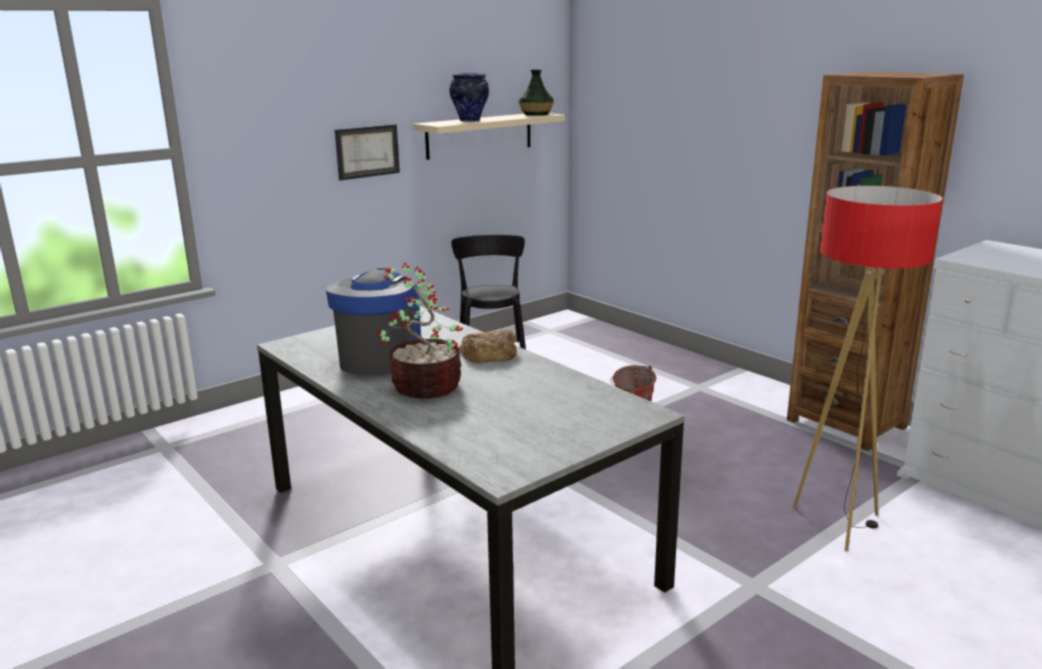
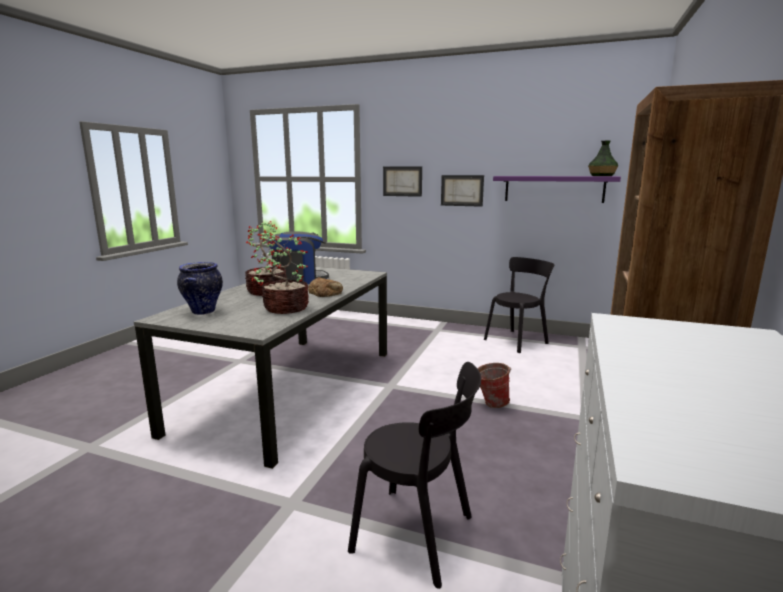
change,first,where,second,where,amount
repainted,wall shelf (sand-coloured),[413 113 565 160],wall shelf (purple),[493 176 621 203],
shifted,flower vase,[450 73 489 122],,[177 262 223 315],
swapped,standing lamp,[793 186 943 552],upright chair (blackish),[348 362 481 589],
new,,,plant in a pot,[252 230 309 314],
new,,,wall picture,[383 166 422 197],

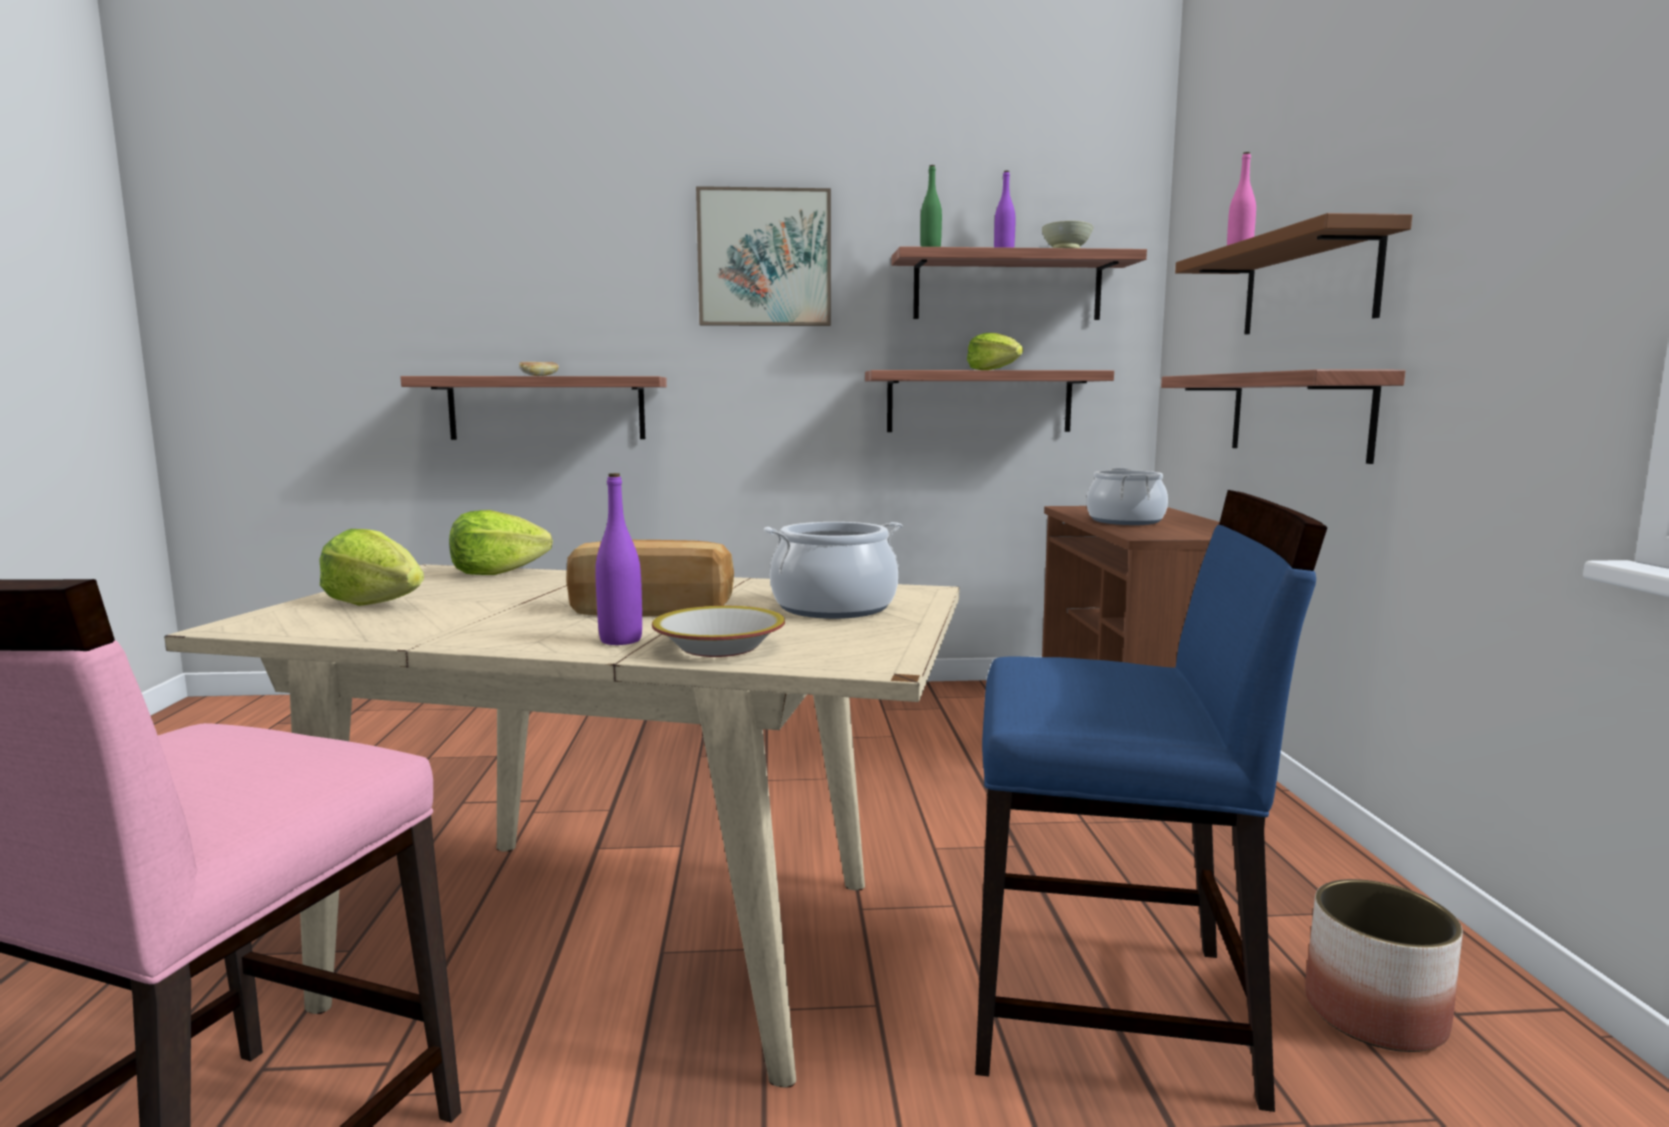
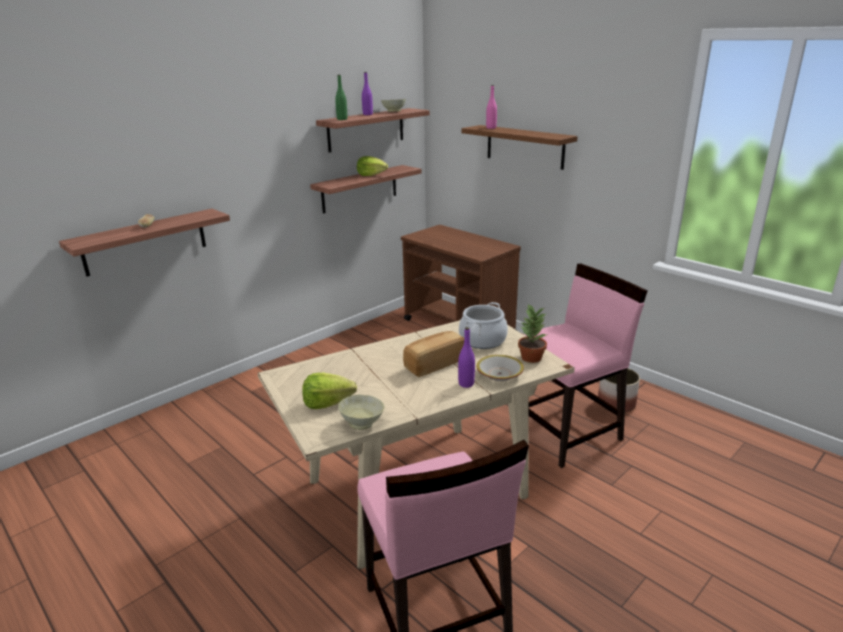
change,first,where,second,where,amount
gone,lettuce,[449 510 553 575],,,
gone,wall picture,[696 186 831 326],,,
repainted,upright chair (bluish),[975 490 1327 1112],upright chair (pink),[510 264 647 468],
gone,cooking pot,[1087 468 1168 525],,,
gone,wall shelf,[1161 369 1405 464],,,
new,,,serving bowl (sand-coloured),[338 394 385 430],
new,,,plant in a pot,[518 304 548 363],

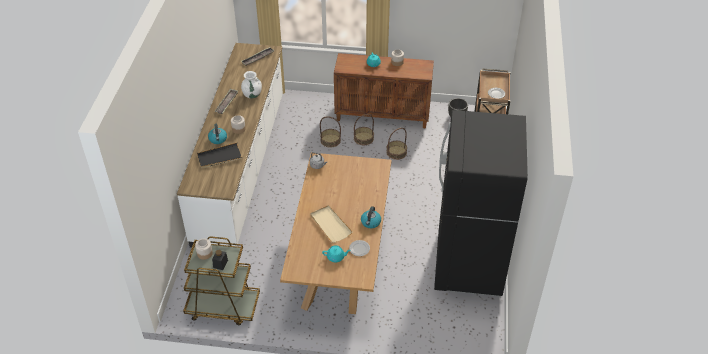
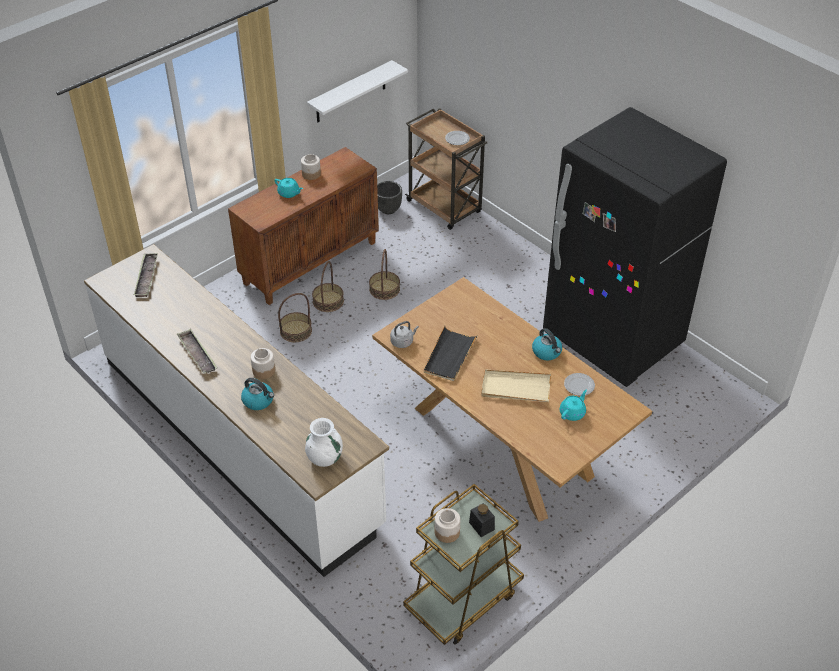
change,first,where,second,where,amount
shifted,serving tray (blackish),[197 143 242 169],,[424 326 478 381],
shifted,flower vase (white-coloured),[241 71 262 98],,[305 418 343 467],
new,,,wall shelf (white-coloured),[307 60 408 122],

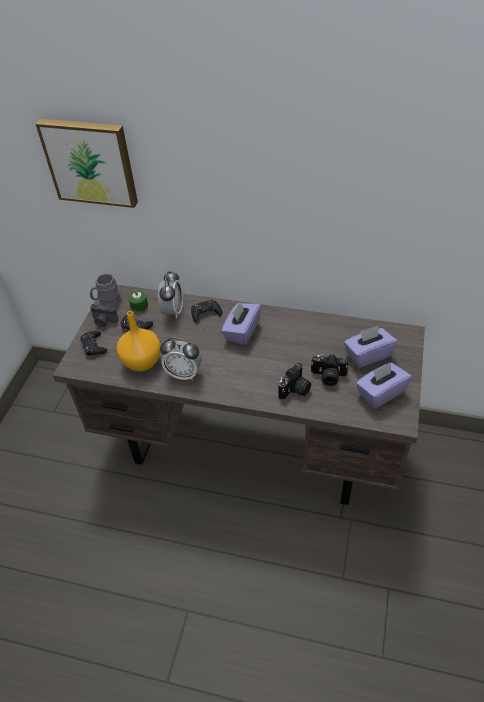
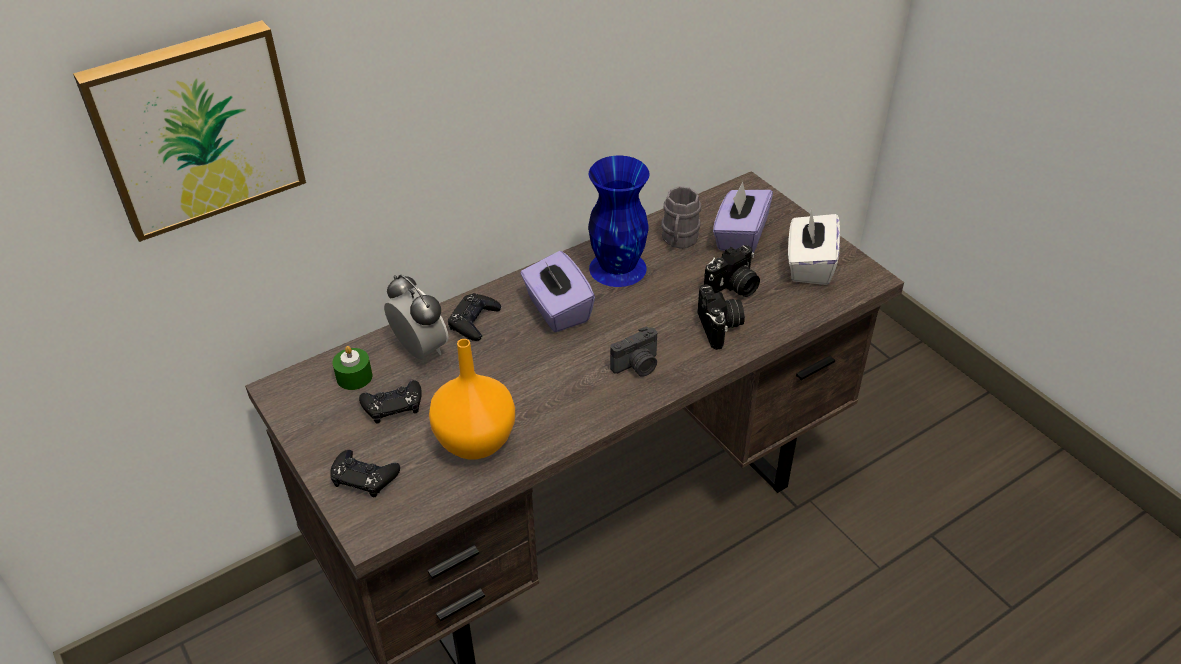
change,first,where,second,where,amount
shifted,coffee mug (gray),[90 273 121 306],,[661 186 701 249],
shifted,still camera,[90 304 119 327],,[610 326 657 377],
gone,bedside clock,[160 338 202 381],,,
repainted,box of tissues (purple),[356 362 412 409],box of tissues (white-coloured),[788 210 840 285],
new,,,flower vase (bluish),[588 156 649 287],

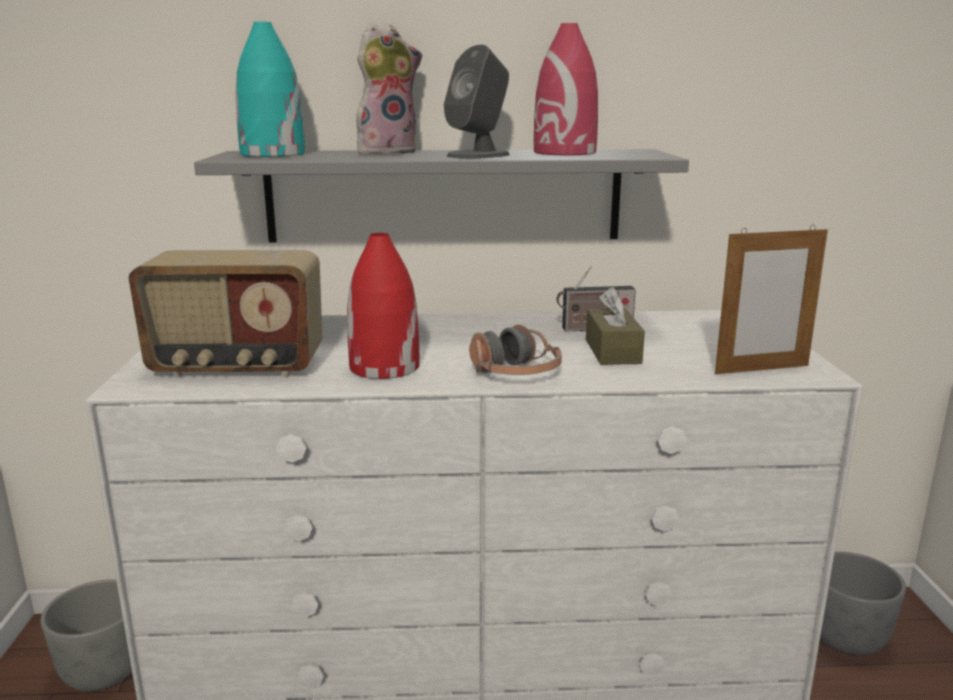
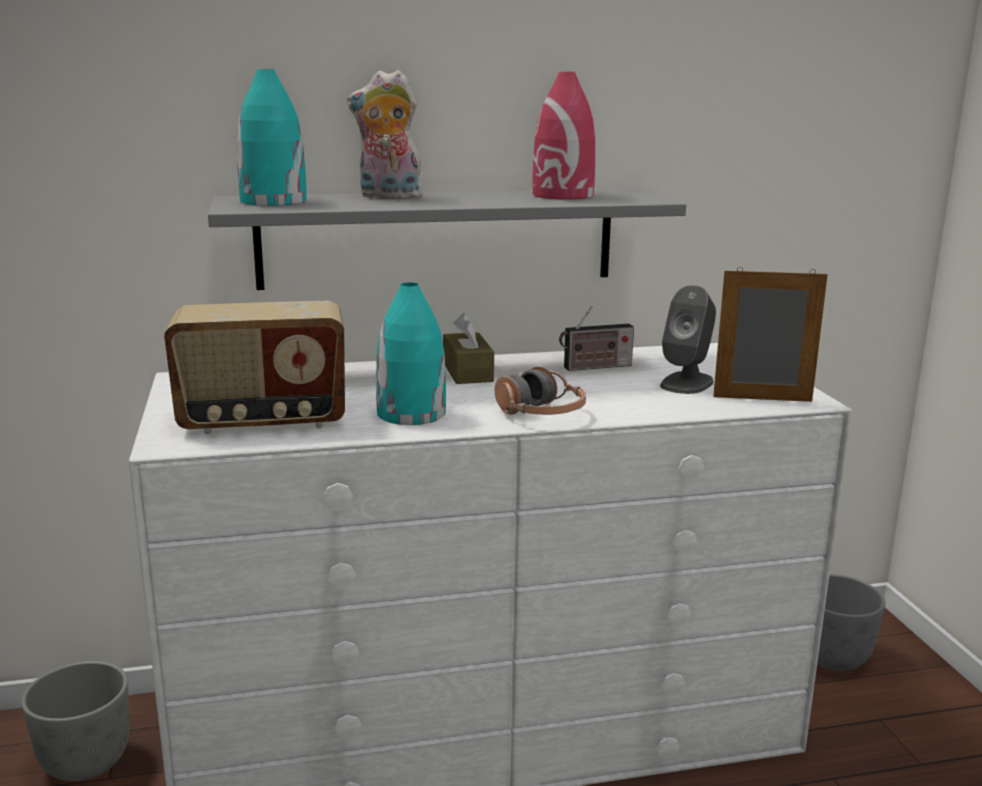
change,first,where,second,where,amount
repainted,flower vase (red),[347 233 419 379],flower vase (turquoise),[376 283 446 425],
rotated,soft toy,[356 23 422 155],,[347 70 428 199],135 degrees counterclockwise
shifted,speaker (gray),[444 45 510 159],,[660 285 716 394],
shifted,box of tissues (brownish),[586 287 645 365],,[443 313 494 384],
rotated,standing frame,[715 225 828 374],,[713 267 828 402],150 degrees counterclockwise

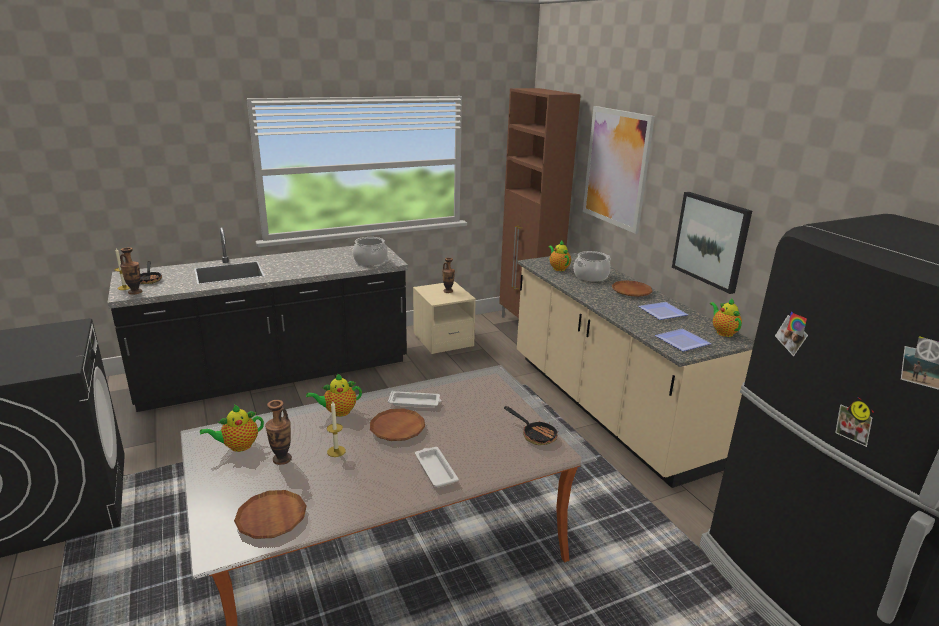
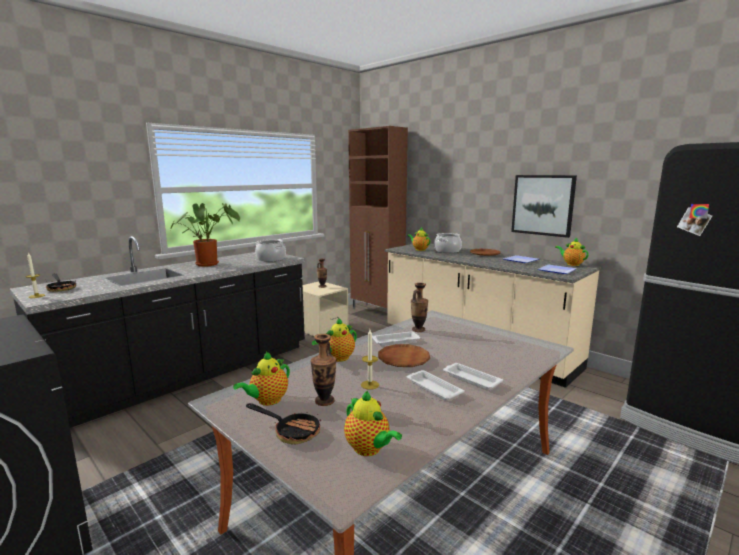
change,first,where,second,where,amount
shifted,flower vase,[120 247 142 295],,[411 283 428 332],
swapped,plate (brownish),[234 490 307 539],pot for tea,[344 391 402 456],
shifted,frying pan,[504 406 558 445],,[246 403 321 445],
gone,wall picture,[583 106 655 234],,,
new,,,plant in a pot,[170 203 240 267],
new,,,serving tray (white-coloured),[406 370 465 400],

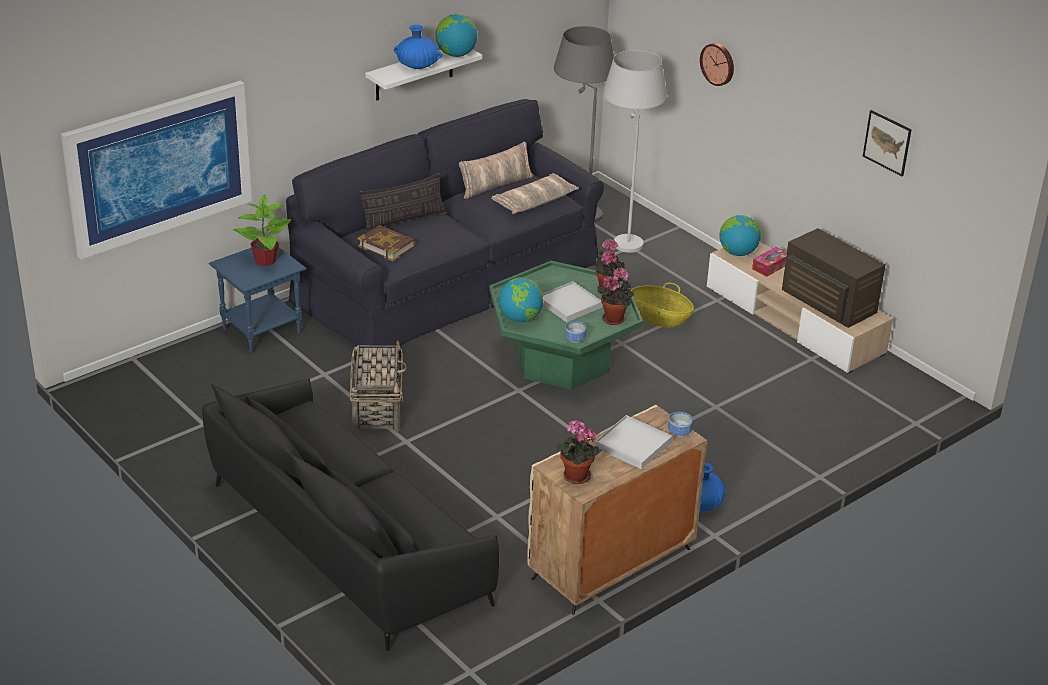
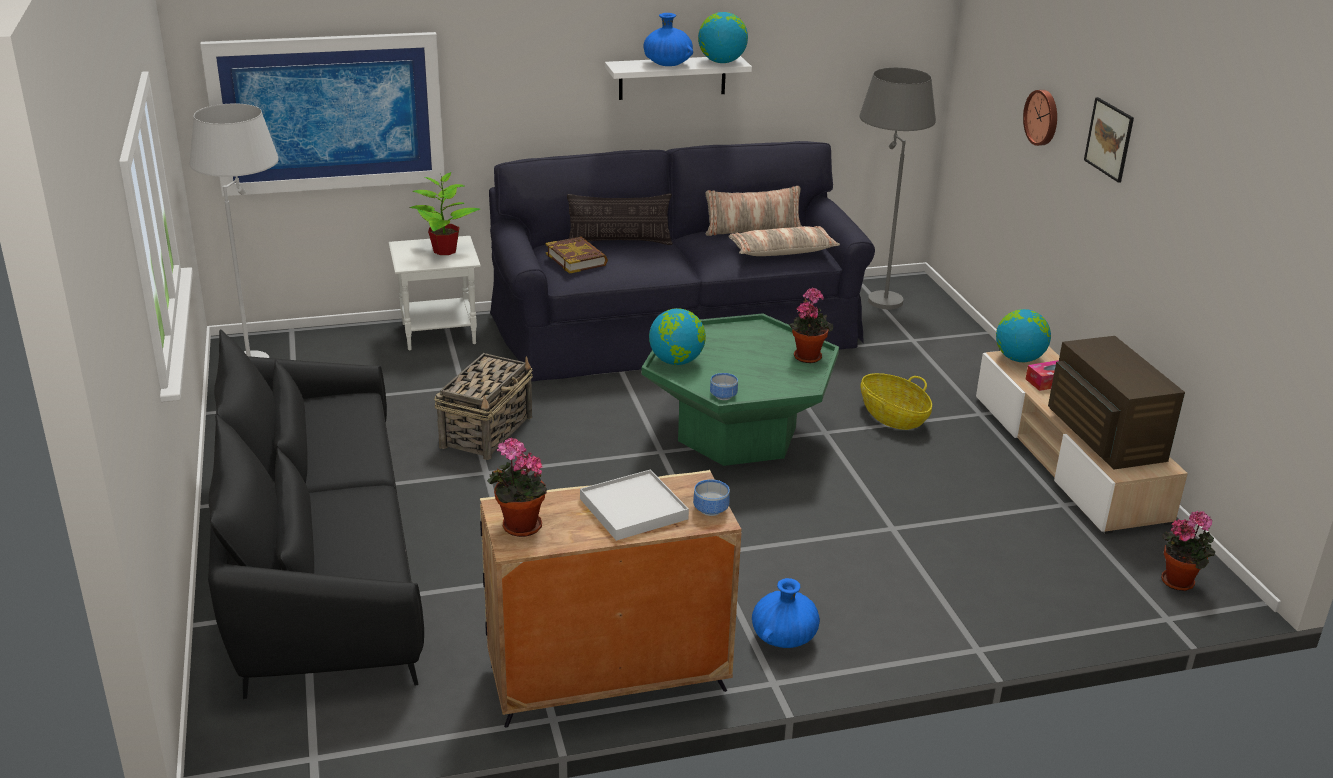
change,first,where,second,where,amount
repainted,side table (bluish),[209 247 307 353],side table (white-coloured),[389 236 481 351],
gone,serving tray (white-coloured),[543 281 603 322],,,
shifted,plant in a pot,[598 268 634 325],,[1161 511 1215 591],
shifted,standing lamp (white-coloured),[603 50 667 253],,[190 104 279 358],
shifted,wall picture,[863 110 912 176],,[1084 97 1134 183],

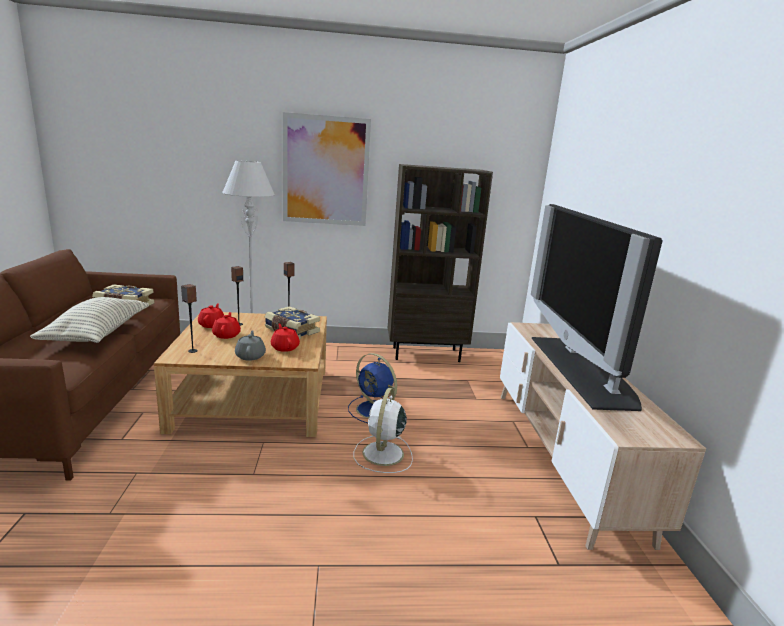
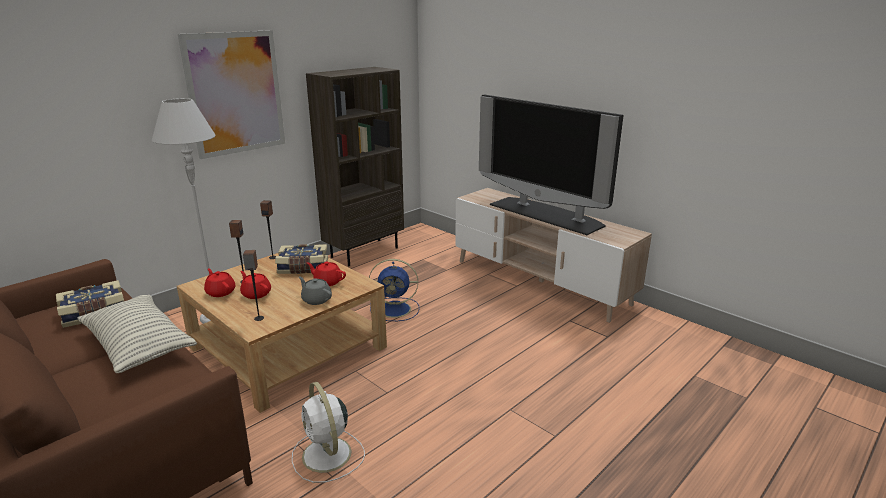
change,first,where,second,where,amount
shifted,cooling fan (white-coloured),[354 388 413 473],,[292 382 365 483],

